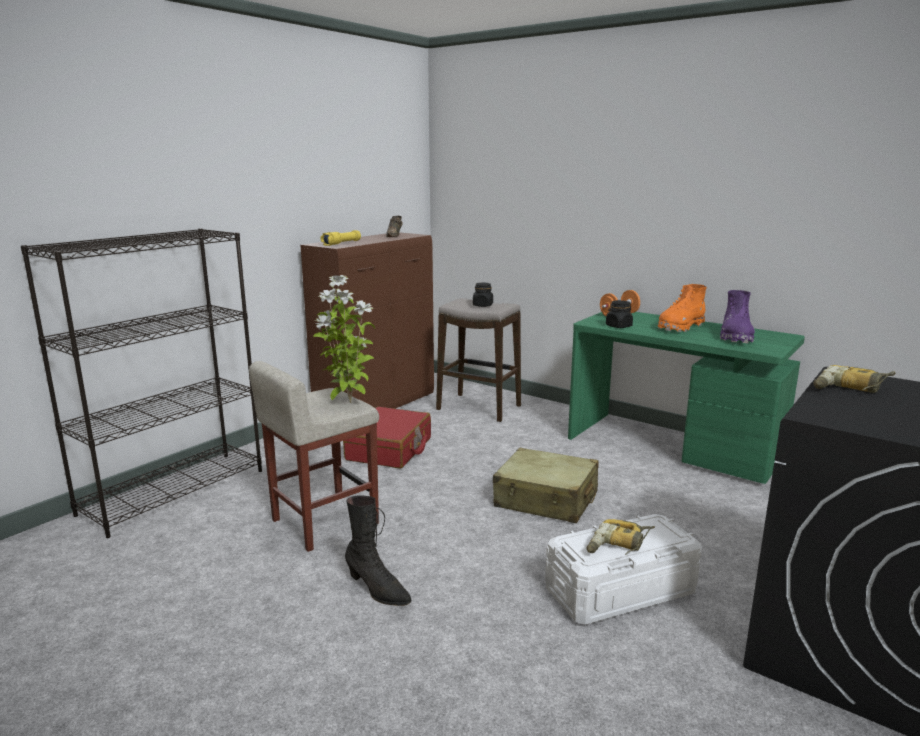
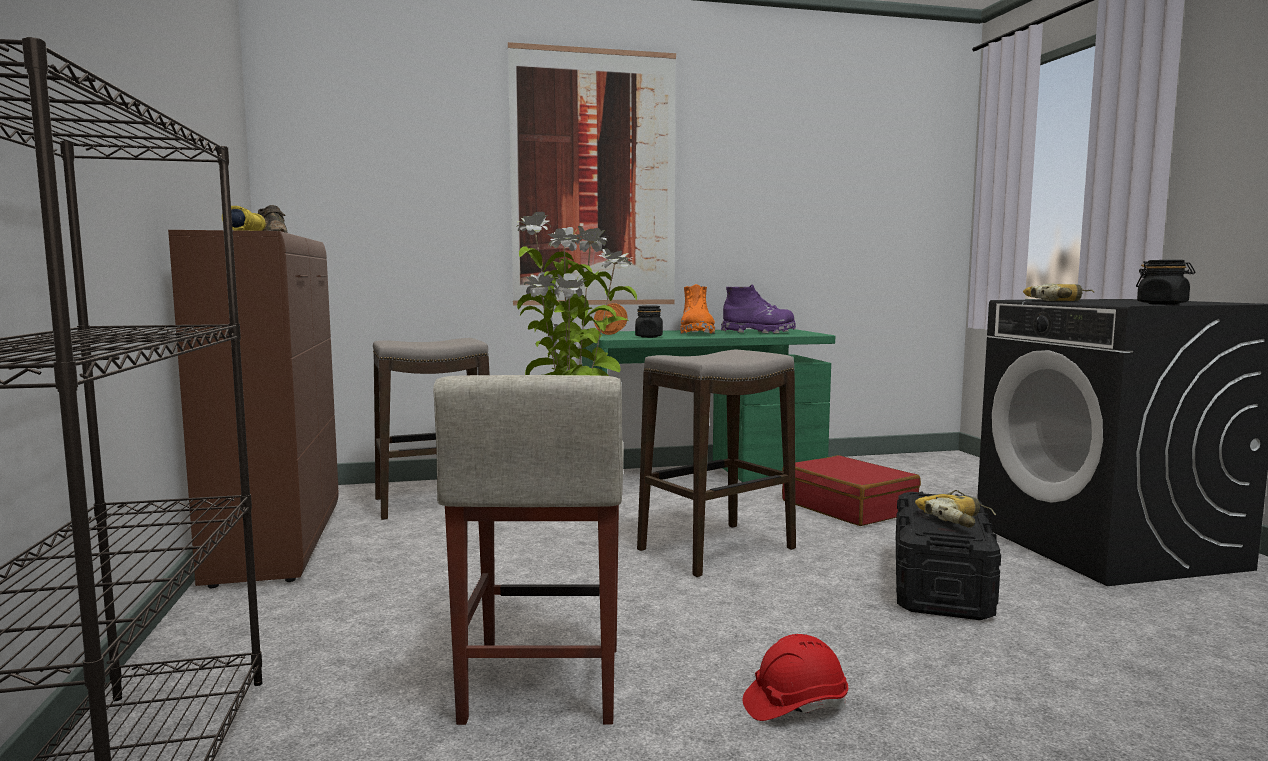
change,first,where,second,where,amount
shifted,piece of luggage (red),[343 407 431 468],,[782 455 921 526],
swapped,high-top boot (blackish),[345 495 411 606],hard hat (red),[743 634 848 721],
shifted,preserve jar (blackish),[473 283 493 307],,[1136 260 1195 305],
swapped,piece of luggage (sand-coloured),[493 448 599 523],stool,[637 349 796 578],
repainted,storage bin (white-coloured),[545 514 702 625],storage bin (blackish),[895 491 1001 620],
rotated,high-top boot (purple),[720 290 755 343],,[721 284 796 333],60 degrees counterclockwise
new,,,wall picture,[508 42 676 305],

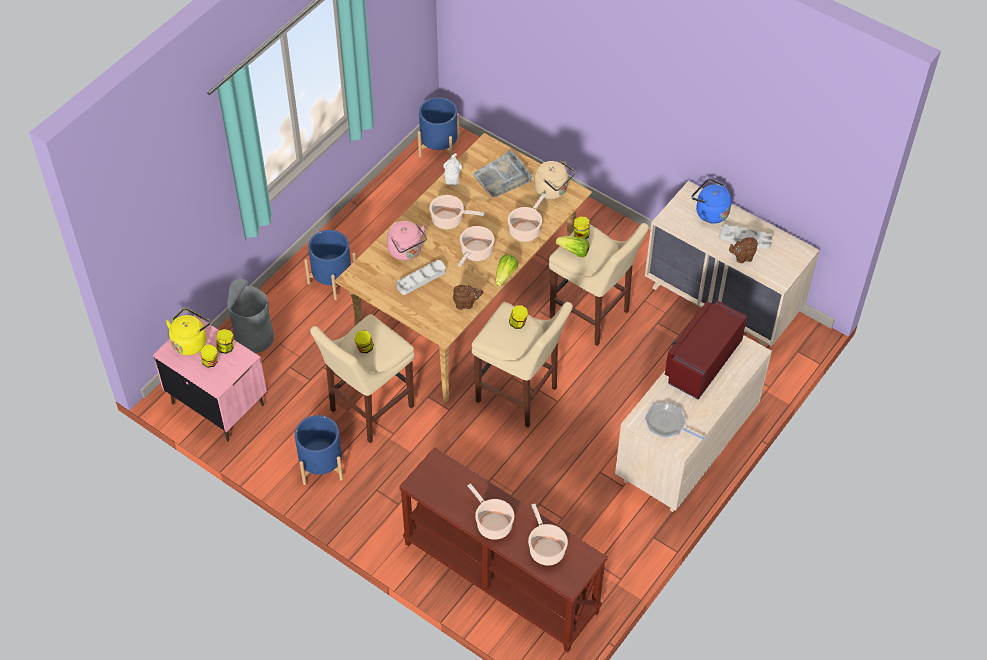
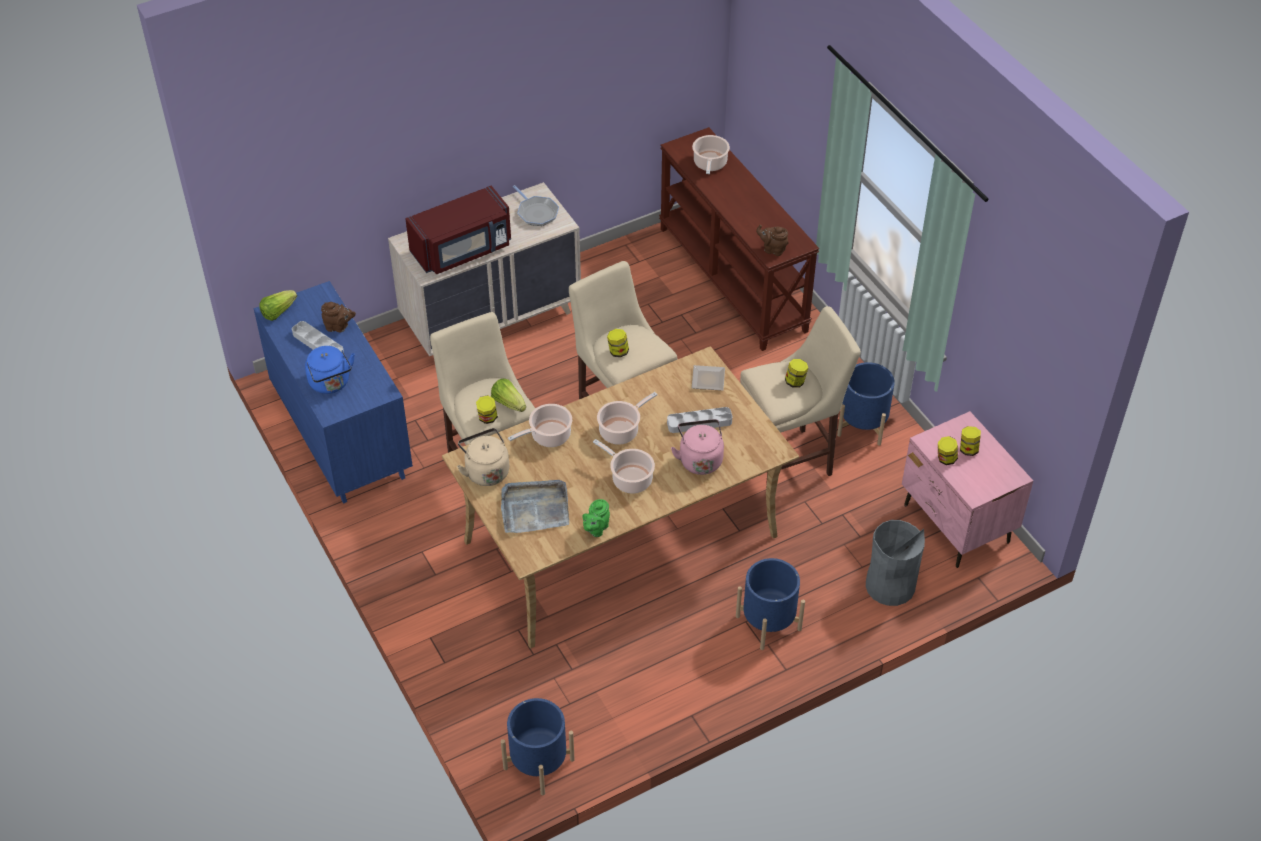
change,first,where,second,where,amount
gone,kettle (yellow),[166 308 210 355],,,
repainted,pot for tea (white-coloured),[443 153 462 186],pot for tea (green-coloured),[583 499 610 537],
shifted,pot for tea (brownish),[453 285 483 310],,[756 225 789 256],
gone,cooking pot,[467 483 514 540],,,
shifted,lettuce,[496 255 518 286],,[260 290 297 321],
repainted,dresser (sand-coloured),[645 181 819 347],dresser (bluish),[254 281 413 503],
new,,,plate,[692 365 725 391],

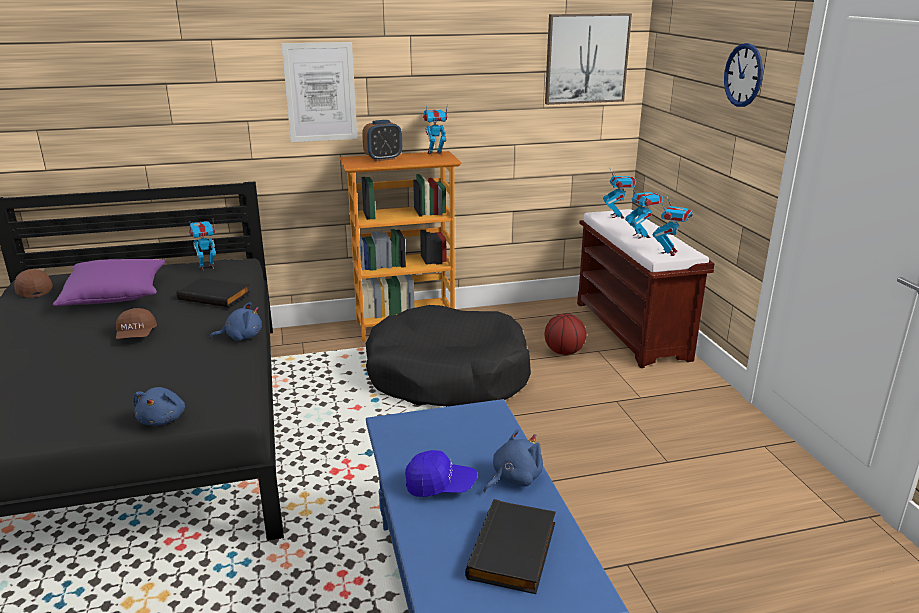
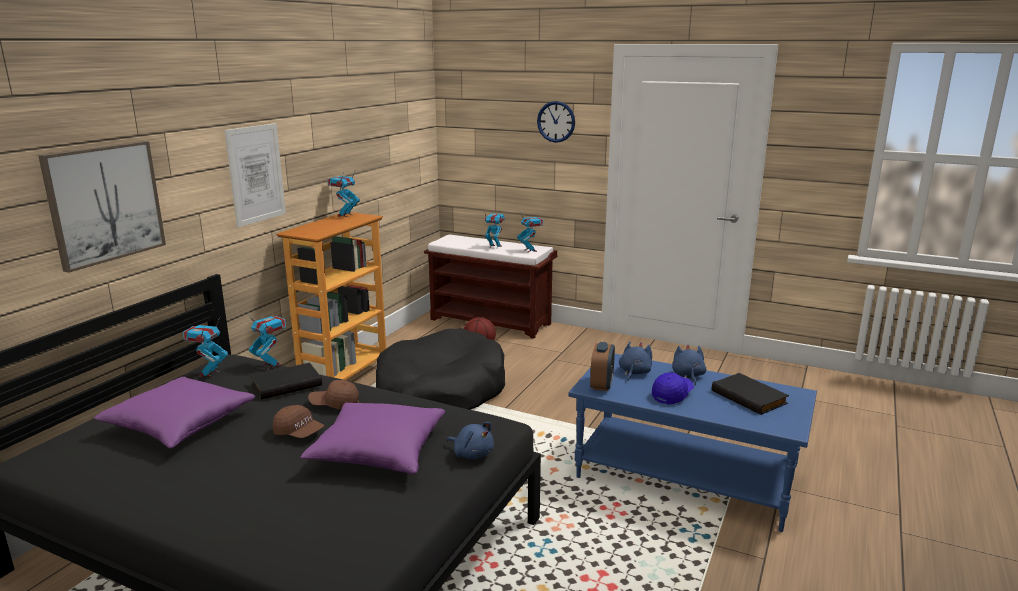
change,first,where,second,where,amount
shifted,cap (brownish),[14 269 53 298],,[308 380 359 409],
shifted,soft toy (bluish),[210 302 262 341],,[619 342 652 381],
shifted,bedside clock,[362 120 402 161],,[590 342 615 391],
shifted,wall picture,[545 13 632 105],,[38 141 166 273],
shifted,toy robot,[603 167 636 218],,[247 313 286 369],
new,,,throw pillow (purple),[301 403 445 474],

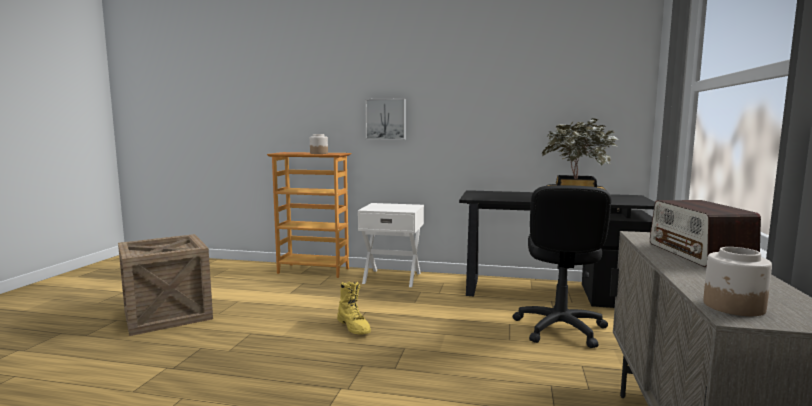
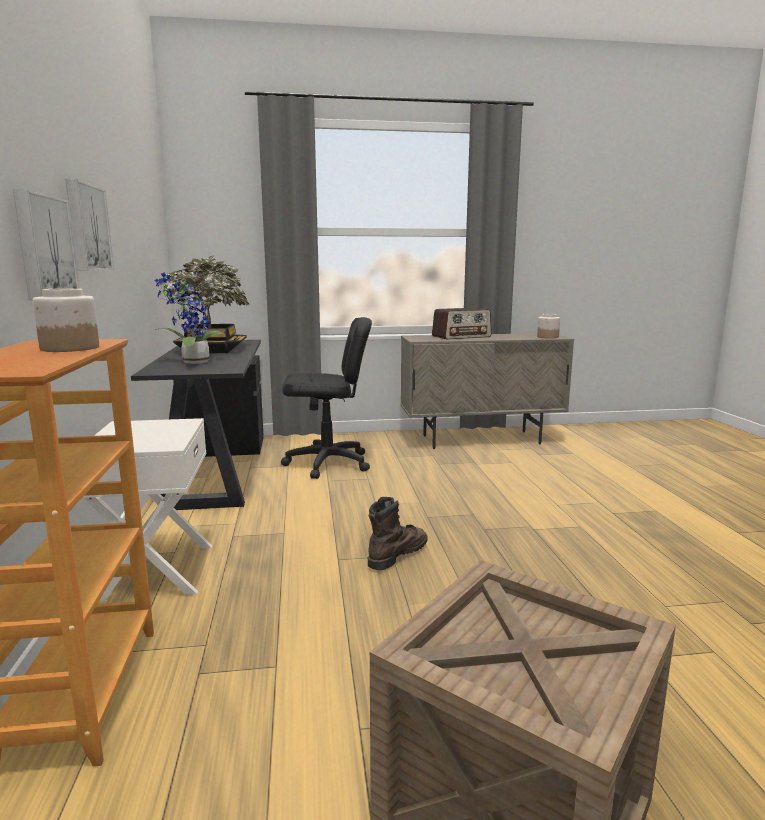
change,first,where,second,where,amount
repainted,high-top boot (yellow),[337 282 371 335],high-top boot (brownish),[368 497 428 570],
new,,,wall picture,[66 179 114 271],
new,,,plant in a pot,[155 273 223 364],

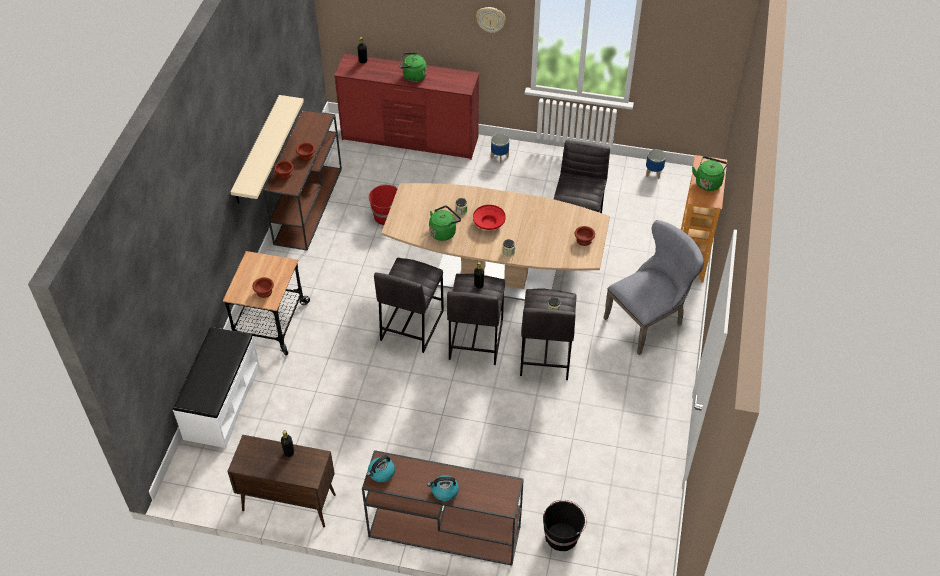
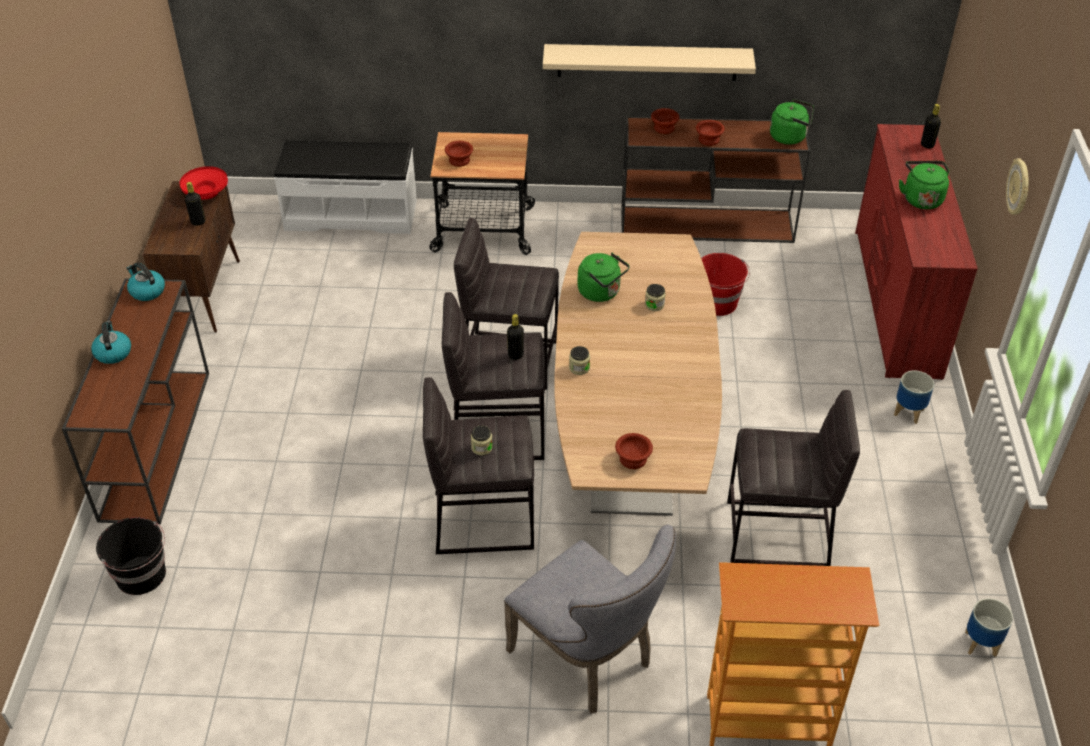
change,first,where,second,where,amount
shifted,serving bowl (red),[473 205 506 230],,[179 166 228 200],
shifted,kettle (green-coloured),[692 156 728 191],,[770 99 814 145],

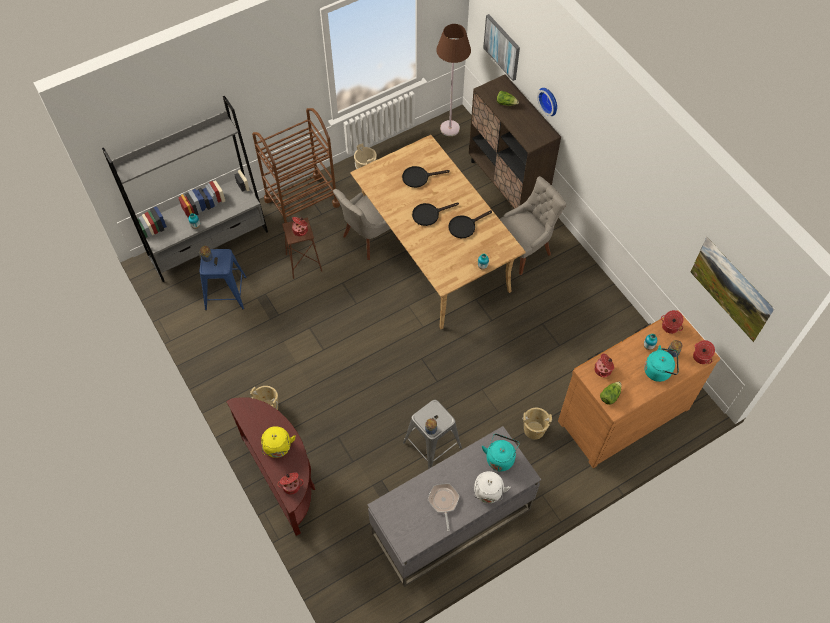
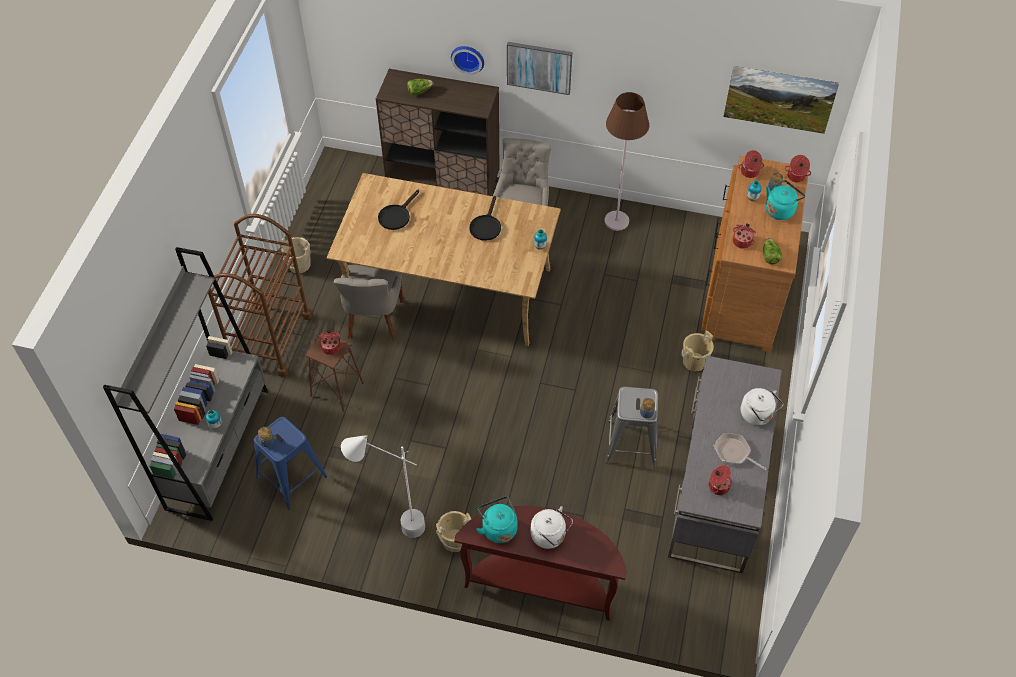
change,first,where,second,where,amount
repainted,kettle (yellow),[261 426 296 458],kettle (white-coloured),[530 506 573 549],
shifted,cooking pot,[278 472 304 494],,[709 465 731 495],
gone,frying pan (blackish),[412 202 459 226],,,
shifted,standing lamp (brownish),[436 24 471 136],,[604 92 649 231],
shifted,kettle (turquoise),[482 434 520 471],,[476 496 518 543],
shifted,wall picture,[483 14 520 81],,[507 42 572 95],
new,,,standing lamp (white-coloured),[341 435 425 538],

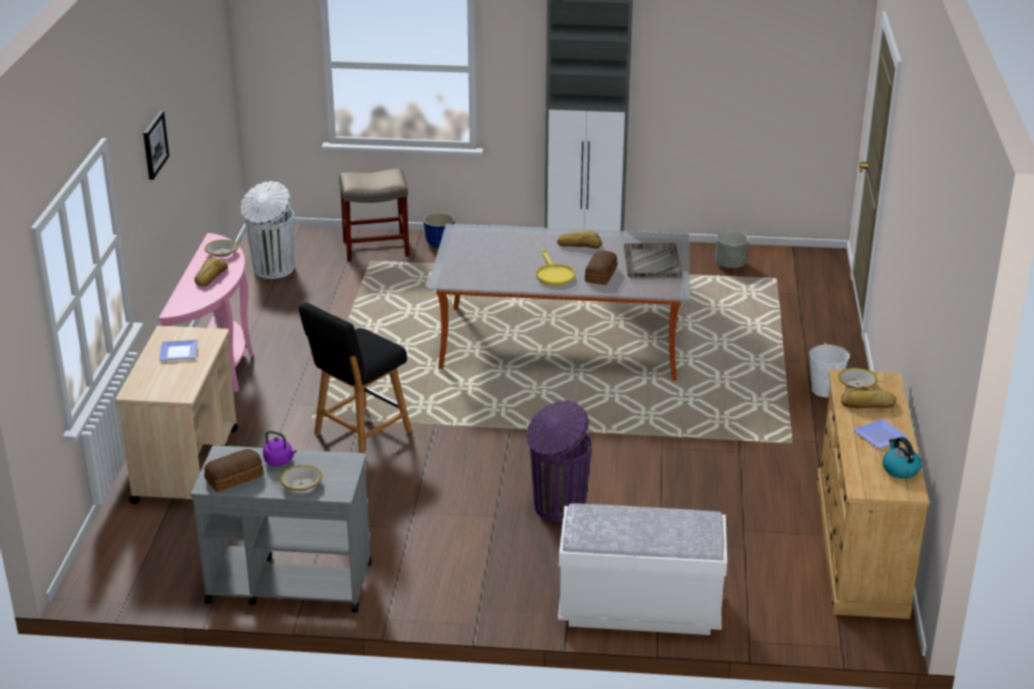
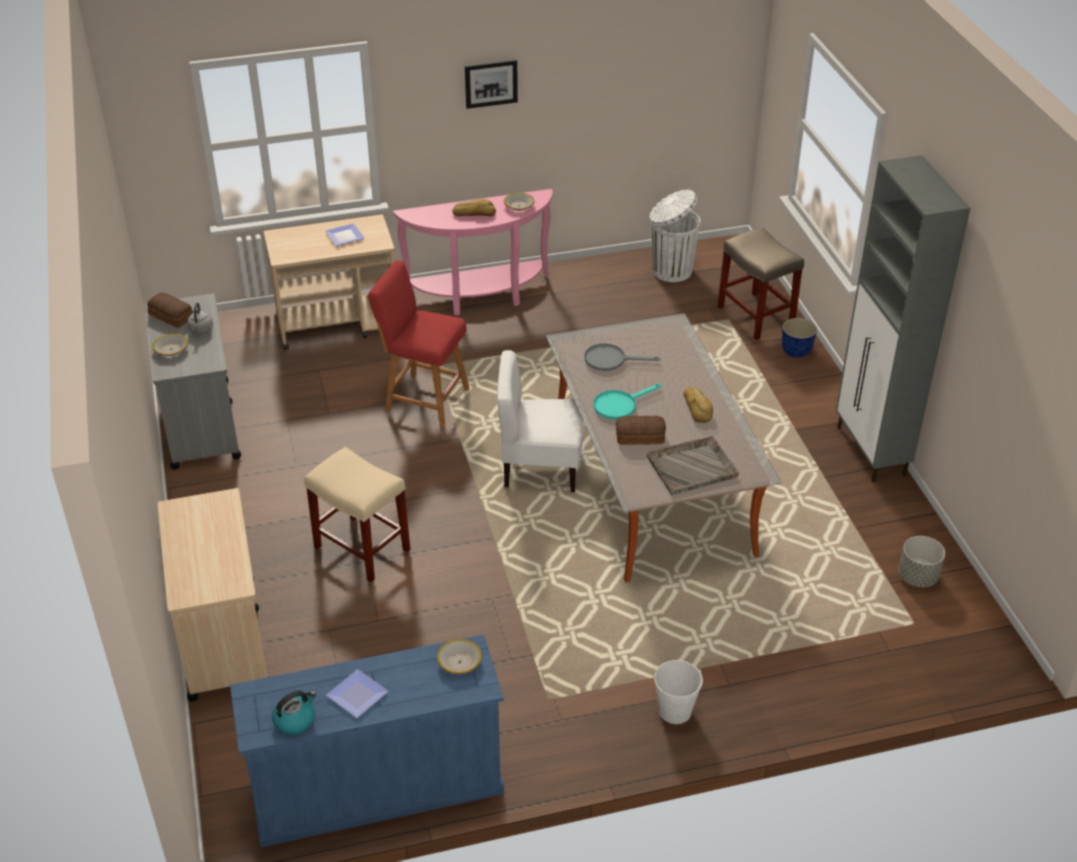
change,first,where,second,where,amount
repainted,kettle (purple),[263 431 297 466],kettle (gray),[188 302 213 334],
repainted,stool (blackish),[299 303 412 453],stool (red),[368 260 470 427],
swapped,waste bin (purple),[526 400 592 522],stool (sand-coloured),[304 447 410 582],
repainted,frying pan (yellow),[536 250 575 286],frying pan (turquoise),[593 384 661 420],
swapped,long seat (white-coloured),[558 504 727 635],cart (sand-coloured),[158 488 268 701],
repainted,dresser (sand-coloured),[817 369 929 619],dresser (bluish),[230 635 504 847],
gone,bread,[841 386 896 408],,,
new,,,upright chair (white-coloured),[497 350 584 492],
new,,,frying pan (gray),[584 343 660 371],

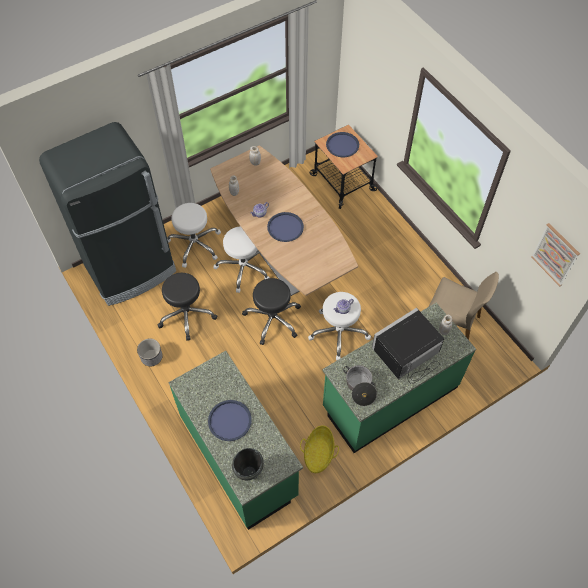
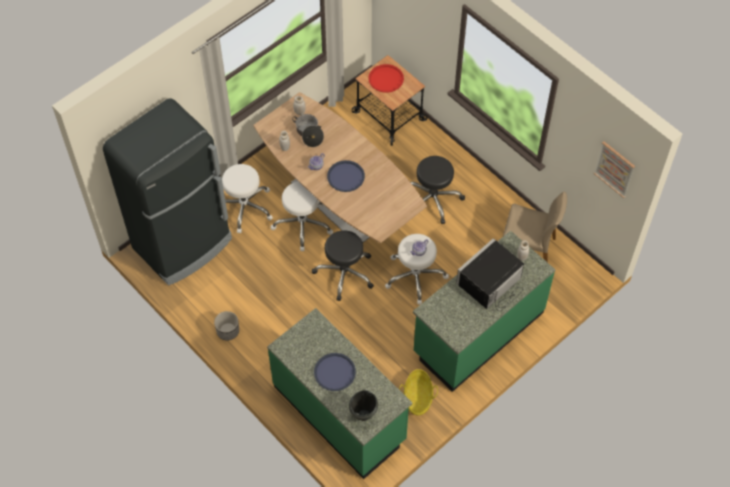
change,first,where,second,where,amount
shifted,stool (blackish),[157 273 217 341],,[410 156 465 224],
repainted,serving tray (bluish),[326 132 359 157],serving tray (red),[368 64 404 93],
shifted,cooking pot,[343 365 377 406],,[292 114 324 147],

